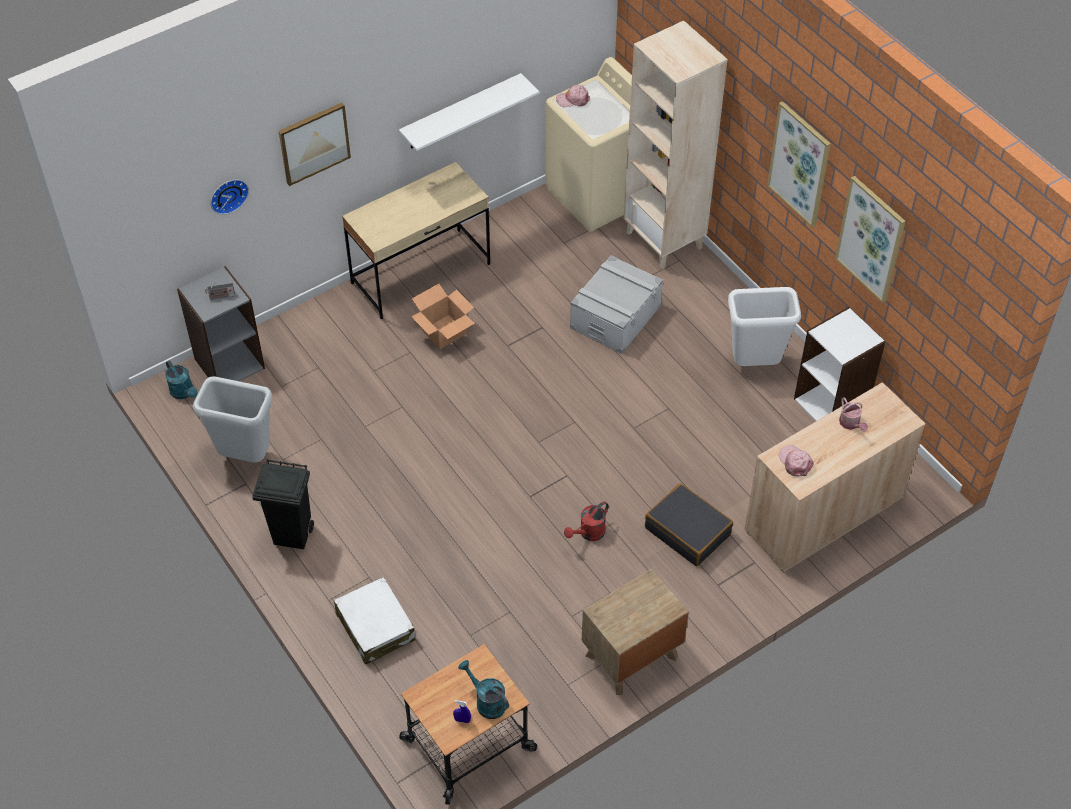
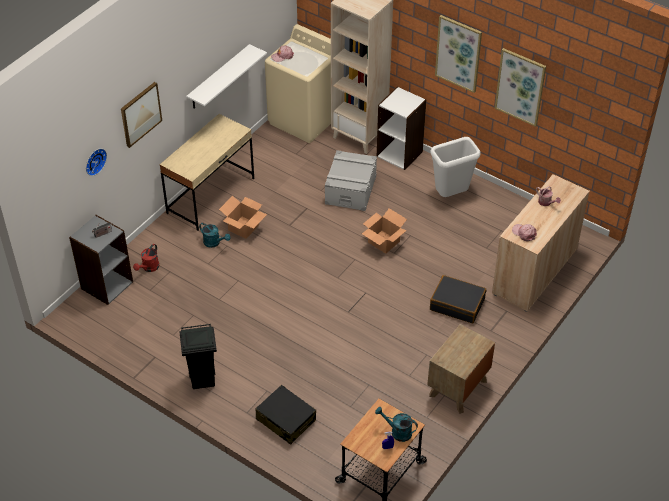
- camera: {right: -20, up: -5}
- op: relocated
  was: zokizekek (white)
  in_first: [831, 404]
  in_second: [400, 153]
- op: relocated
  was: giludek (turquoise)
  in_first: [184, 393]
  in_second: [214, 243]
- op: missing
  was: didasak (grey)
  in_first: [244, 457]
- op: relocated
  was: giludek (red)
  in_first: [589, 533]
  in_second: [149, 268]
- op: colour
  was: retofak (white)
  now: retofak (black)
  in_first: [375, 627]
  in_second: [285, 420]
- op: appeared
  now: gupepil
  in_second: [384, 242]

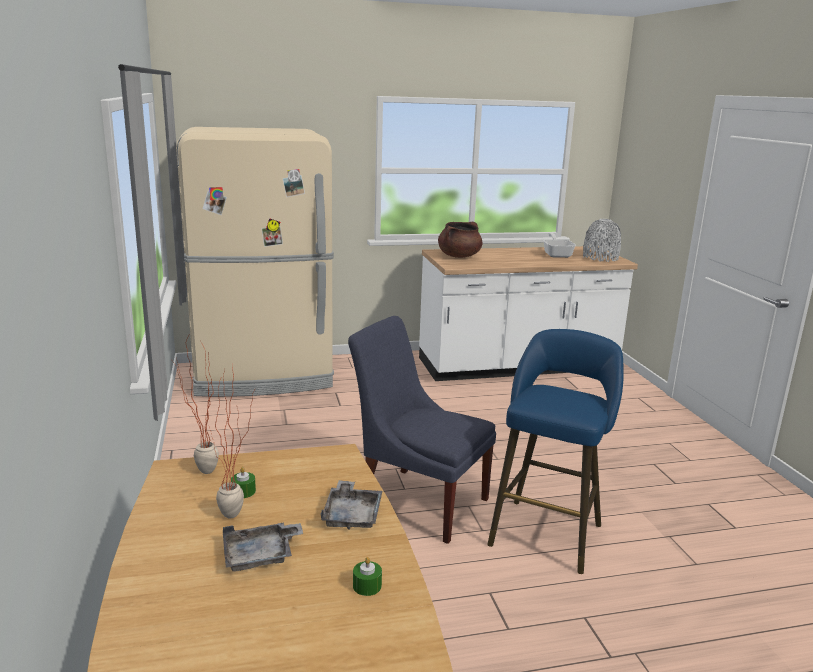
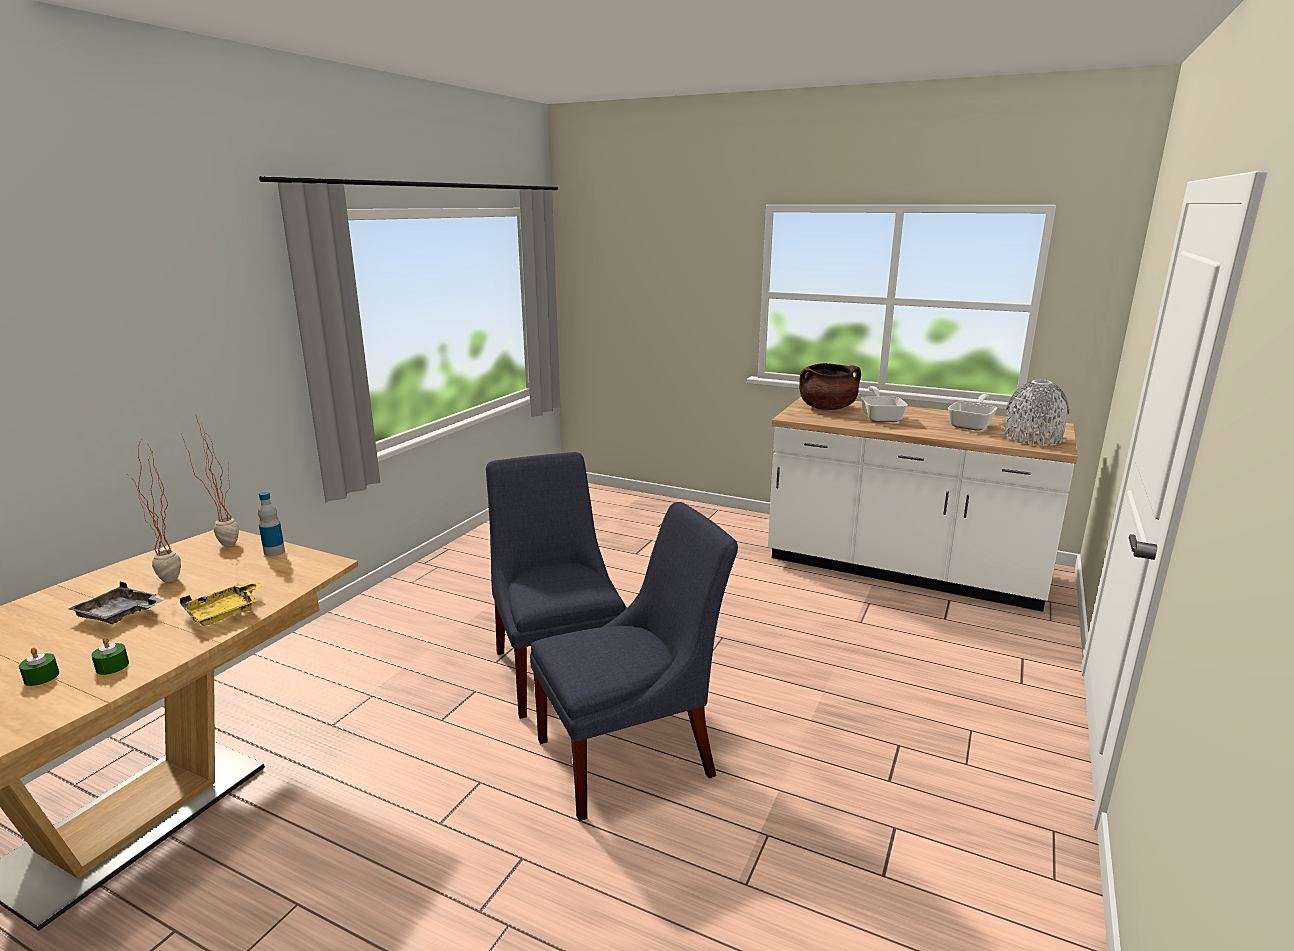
- camera: {right: 40, up: 0}
- op: missing
  was: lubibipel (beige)
  in_first: [264, 376]
- op: exchanged
  was: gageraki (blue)
  now: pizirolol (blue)
  in_first: [547, 531]
  in_second: [633, 755]
- op: relocated
  was: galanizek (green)
  in_first: [243, 491]
  in_second: [41, 677]
- op: colour
  was: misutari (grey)
  now: misutari (yellow)
  in_first: [352, 515]
  in_second: [225, 613]
- op: appeared
  now: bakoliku
  in_second: [881, 417]
- op: appeared
  now: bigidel
  in_second: [274, 552]

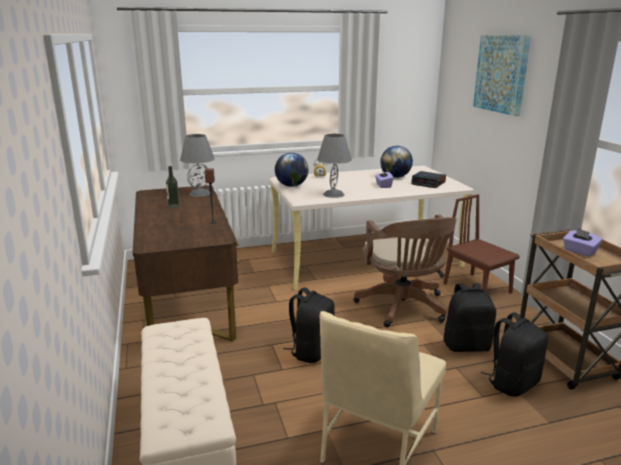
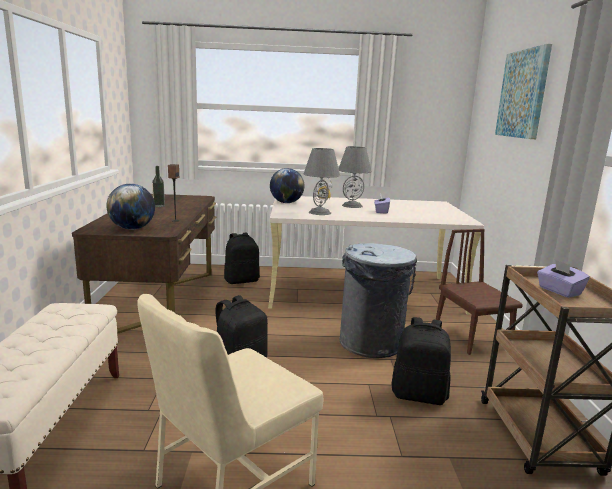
- camera: {right: 15, up: -5}
- op: relocated
  was: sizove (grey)
  in_first: [200, 193]
  in_second: [352, 205]
- op: relocated
  was: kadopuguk
  in_first: [395, 177]
  in_second: [132, 229]
- op: missing
  was: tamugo
  in_first: [428, 183]
- op: exchanged
  was: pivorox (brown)
  now: didasak (grey)
  in_first: [403, 308]
  in_second: [371, 343]
- op: relocated
  was: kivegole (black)
  in_first: [512, 383]
  in_second: [242, 280]

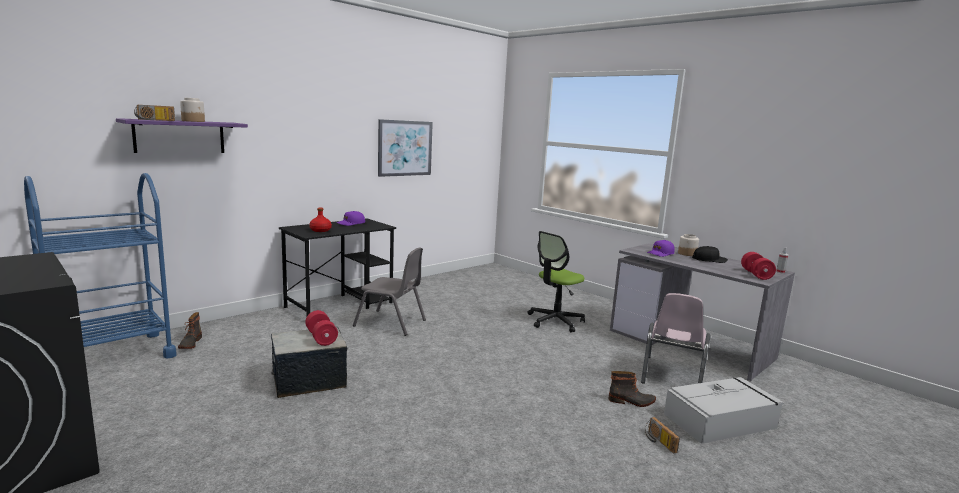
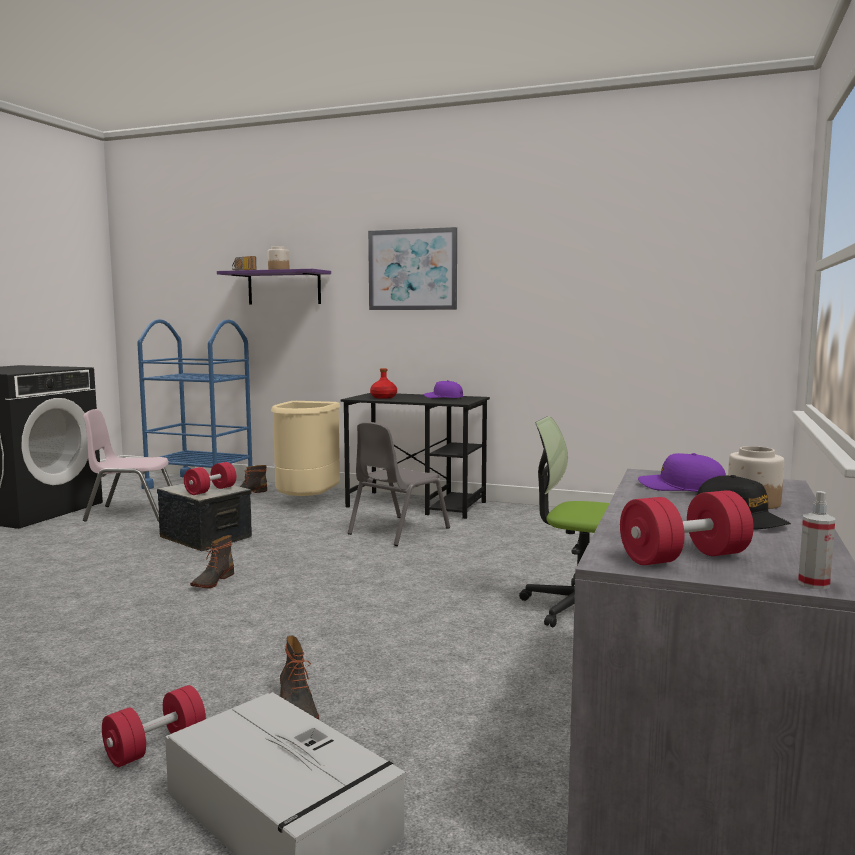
- camera: {right: 65, up: -5}
- op: relocated
  was: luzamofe
  in_first: [405, 148]
  in_second: [412, 269]
- op: spun
  was: pizirolol (grey)
  in_first: [390, 323]
  in_second: [397, 531]
  clockwise: 45
- op: relocated
  was: pizirolol (pink)
  in_first: [671, 375]
  in_second: [132, 513]
- op: exchanged
  was: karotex
  now: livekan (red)
  in_first: [658, 442]
  in_second: [155, 747]
- op: appeared
  now: didasak (beige)
  in_second: [307, 502]
- op: appeared
  now: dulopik
  in_second: [212, 581]

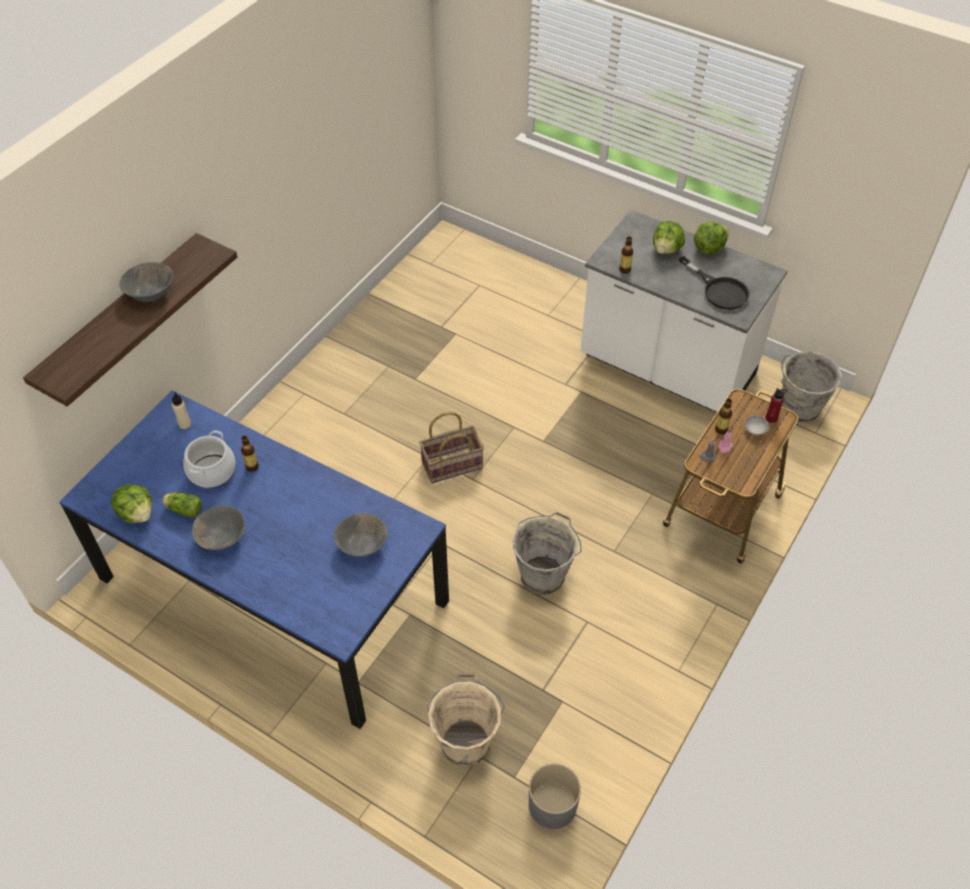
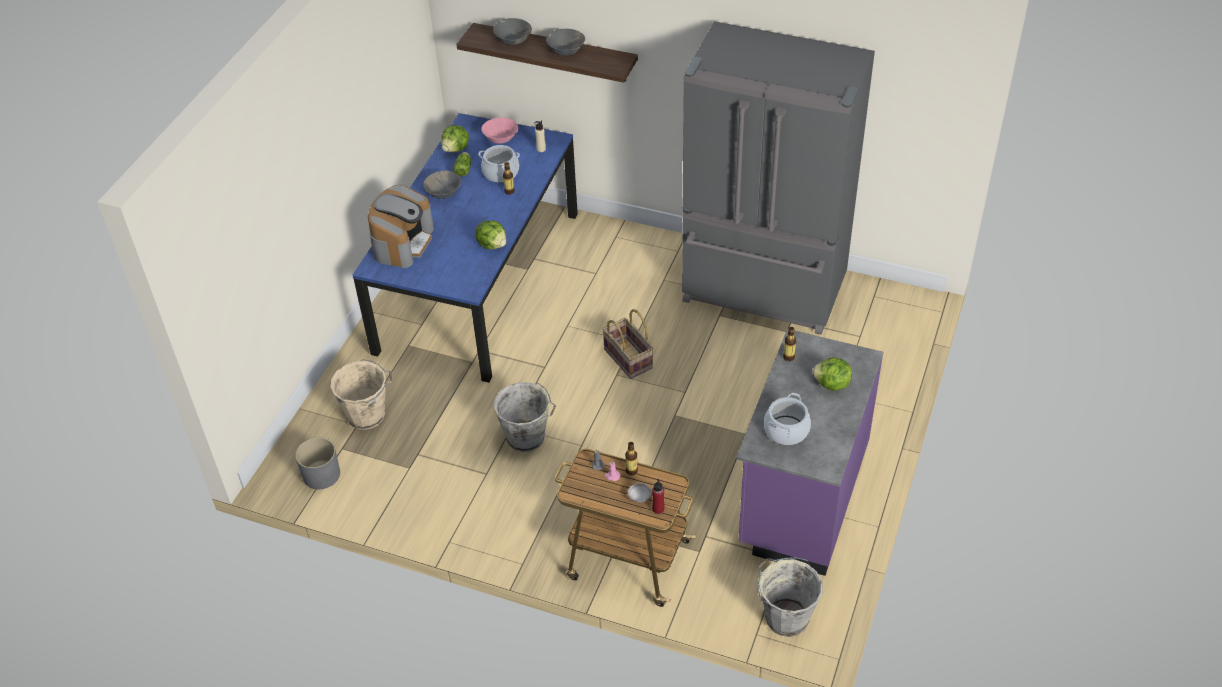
- camera: {right: 80, up: -5}
- op: colour
  was: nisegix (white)
  now: nisegix (purple)
  in_first: [666, 369]
  in_second: [801, 497]
- op: relocated
  was: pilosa
  in_first: [708, 248]
  in_second: [492, 244]
- op: exchanged
  was: bakoliku (black)
  now: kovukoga
  in_first: [719, 290]
  in_second: [786, 430]
- op: relocated
  was: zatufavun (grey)
  in_first: [362, 545]
  in_second: [512, 40]
- op: appeared
  now: lubibipel (grey)
  in_second: [763, 290]
- op: appeared
  now: zatufavun (pink)
  in_second: [500, 138]
- op: appeared
  now: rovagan
  in_second: [403, 242]

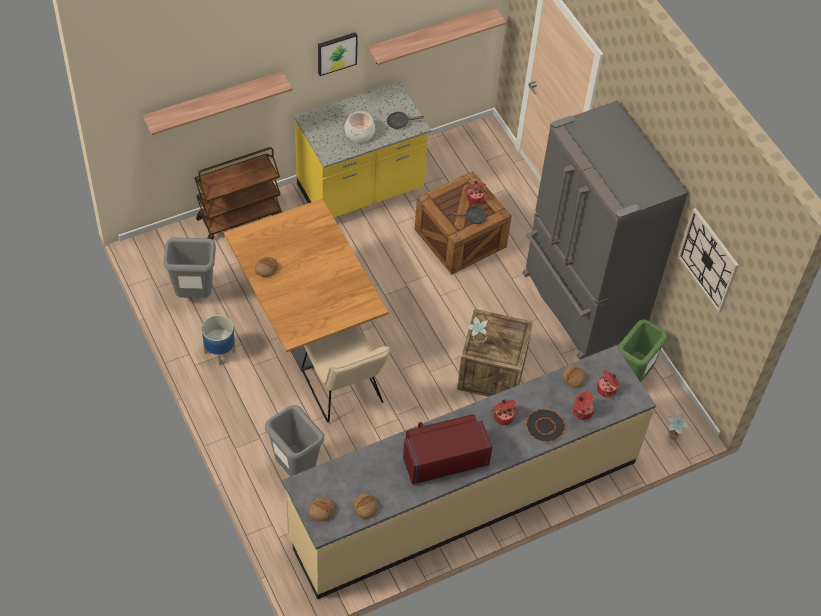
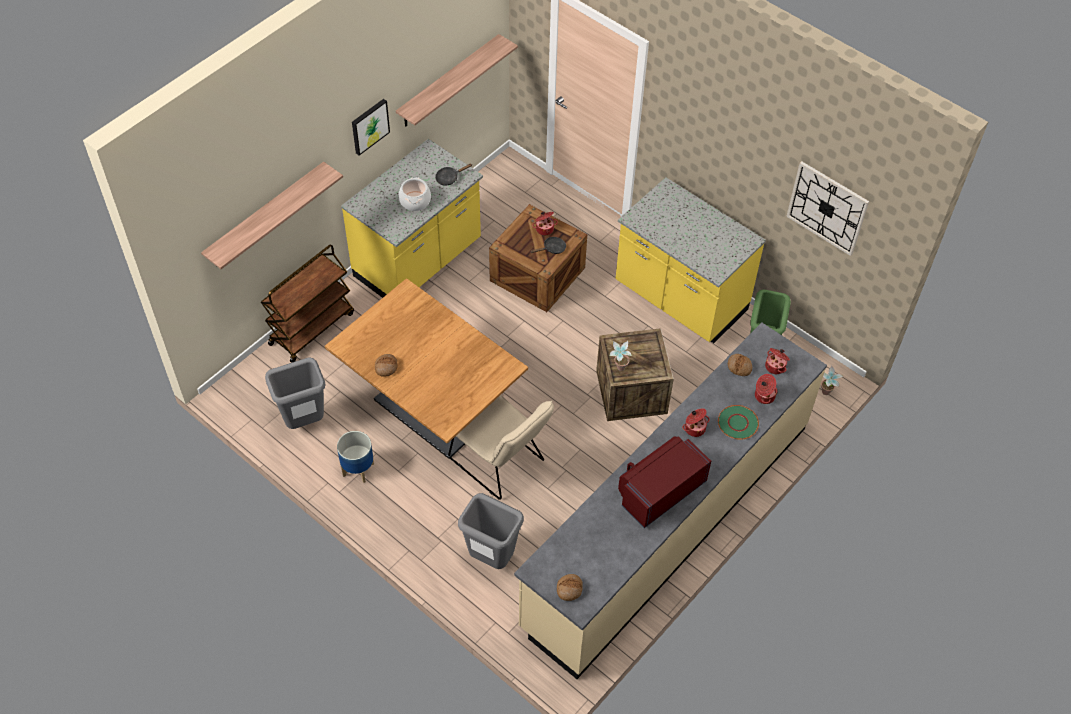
- camera: {right: -20, up: 0}
- op: exchanged
  was: lubibipel (grey)
  now: nisegix (yellow)
  in_first: [580, 305]
  in_second: [680, 299]
- op: colour
  was: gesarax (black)
  now: gesarax (green)
  in_first: [545, 426]
  in_second: [737, 423]
- op: missing
  was: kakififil
  in_first: [365, 507]

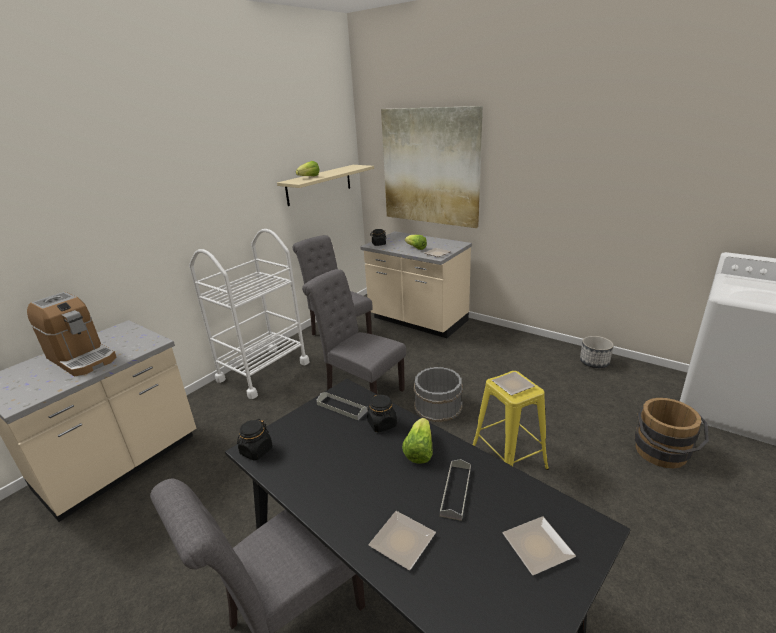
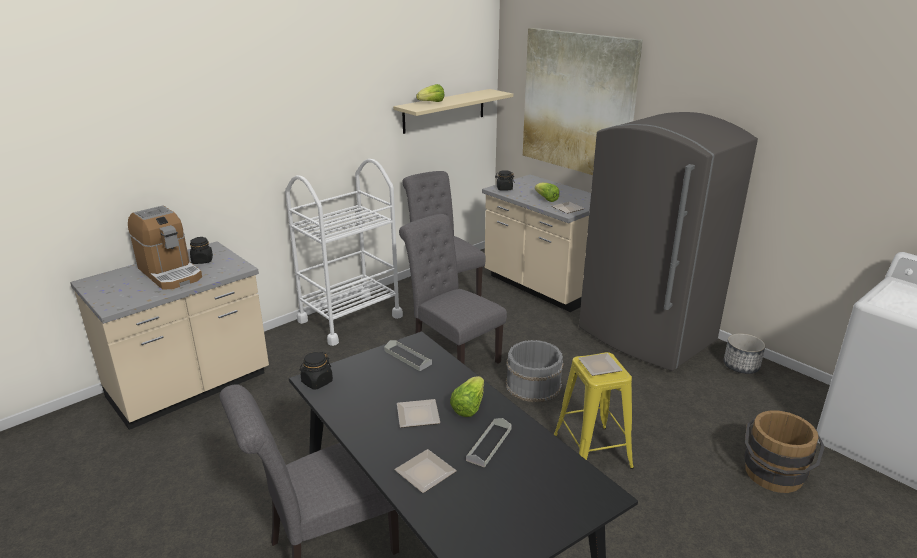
- camera: {right: 10, up: 0}
- op: relocated
  was: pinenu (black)
  in_first: [382, 424]
  in_second: [202, 261]
- op: relocated
  was: gesarax
  in_first: [535, 546]
  in_second: [416, 415]
- op: appeared
  now: lubibipel (grey)
  in_second: [646, 336]

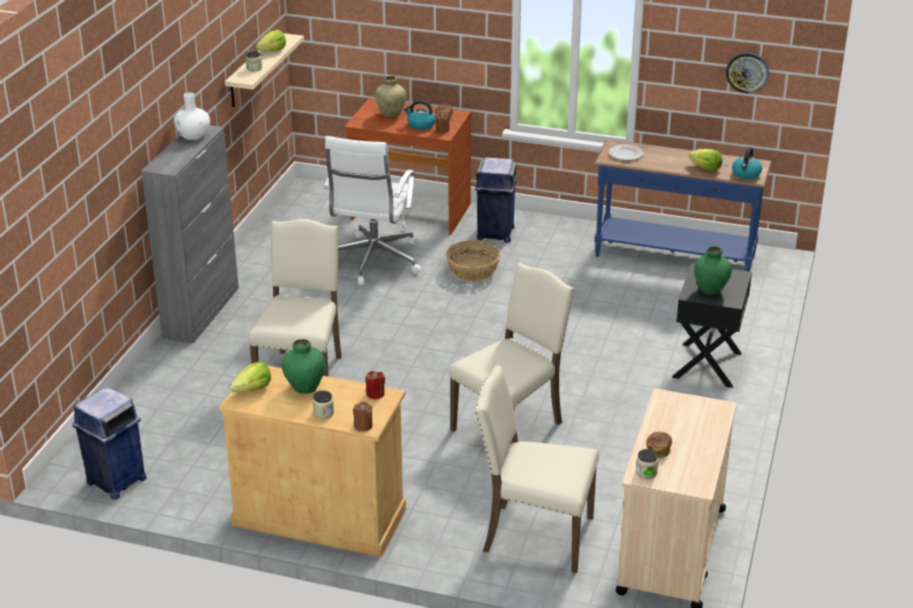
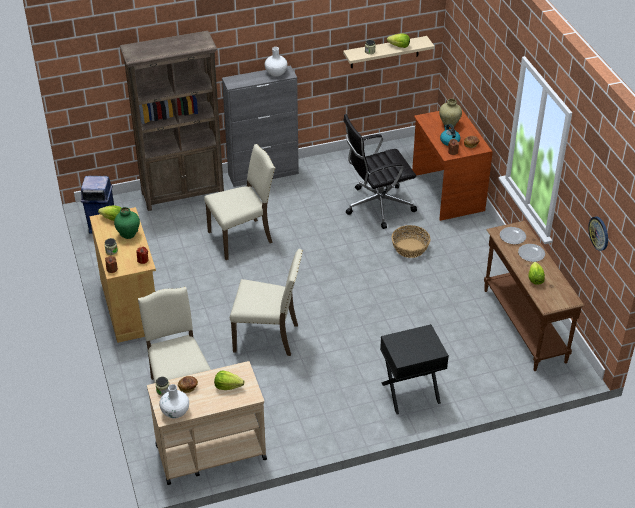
- camera: {right: 55, up: 10}
- op: colour
  was: pivorox (white)
  now: pivorox (black)
  in_first: [373, 261]
  in_second: [377, 206]
- op: colour
  was: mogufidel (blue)
  now: mogufidel (brown)
  in_first: [674, 257]
  in_second: [523, 326]
- op: missing
  was: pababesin
  in_first: [746, 174]
- op: missing
  was: didasak (blue)
  in_first: [495, 233]
- op: missing
  was: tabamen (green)
  in_first: [710, 290]
- op: appeared
  now: zokizekek (brown)
  in_second: [183, 194]
- op: appeared
  now: gesarax
  in_second: [531, 253]
- op: appeared
  now: pilosa
  in_second: [228, 386]
- op: appeared
  now: tabamen (white)
  in_second: [175, 412]

